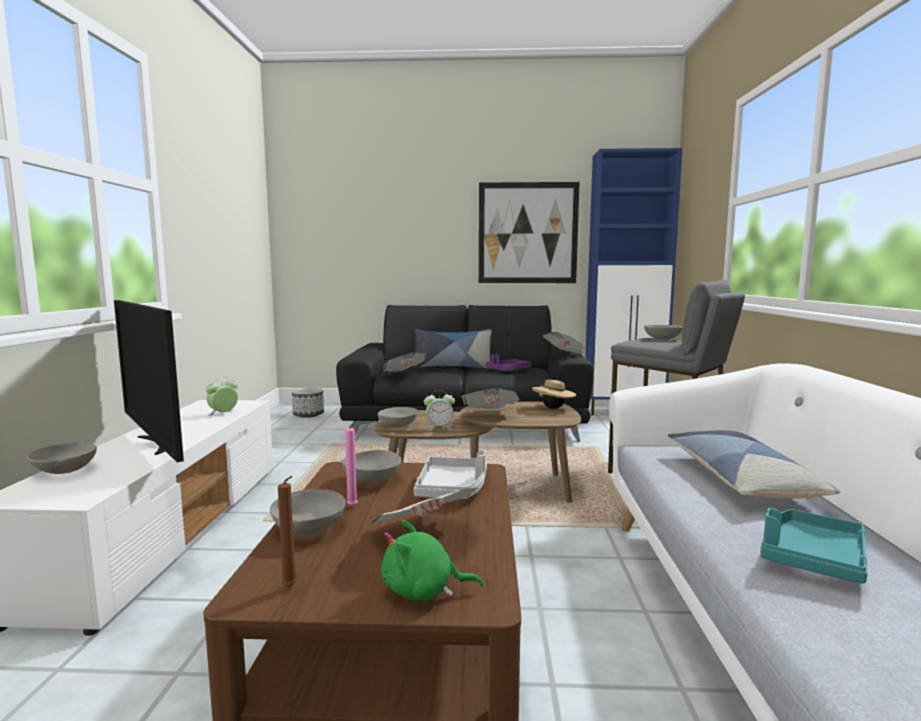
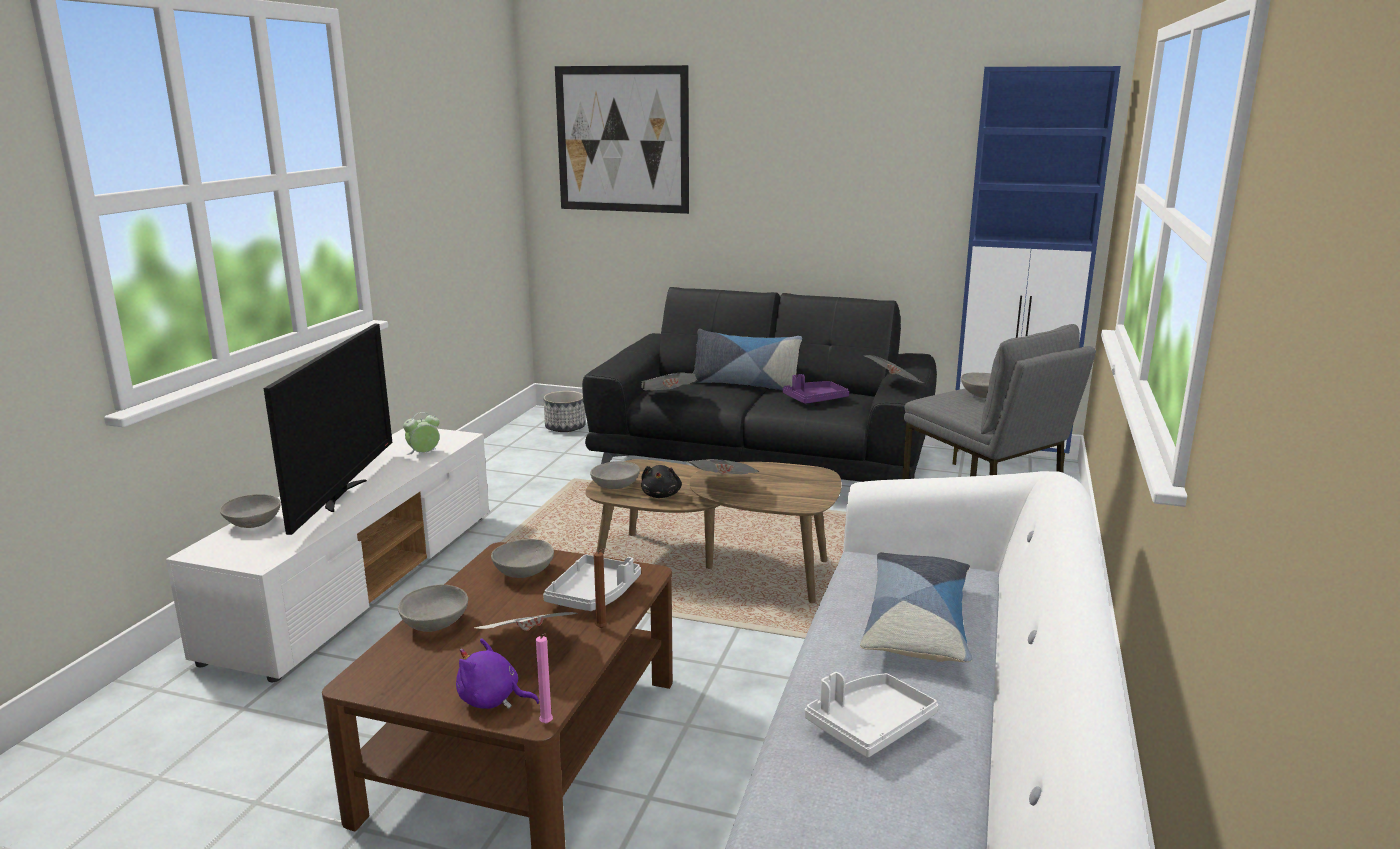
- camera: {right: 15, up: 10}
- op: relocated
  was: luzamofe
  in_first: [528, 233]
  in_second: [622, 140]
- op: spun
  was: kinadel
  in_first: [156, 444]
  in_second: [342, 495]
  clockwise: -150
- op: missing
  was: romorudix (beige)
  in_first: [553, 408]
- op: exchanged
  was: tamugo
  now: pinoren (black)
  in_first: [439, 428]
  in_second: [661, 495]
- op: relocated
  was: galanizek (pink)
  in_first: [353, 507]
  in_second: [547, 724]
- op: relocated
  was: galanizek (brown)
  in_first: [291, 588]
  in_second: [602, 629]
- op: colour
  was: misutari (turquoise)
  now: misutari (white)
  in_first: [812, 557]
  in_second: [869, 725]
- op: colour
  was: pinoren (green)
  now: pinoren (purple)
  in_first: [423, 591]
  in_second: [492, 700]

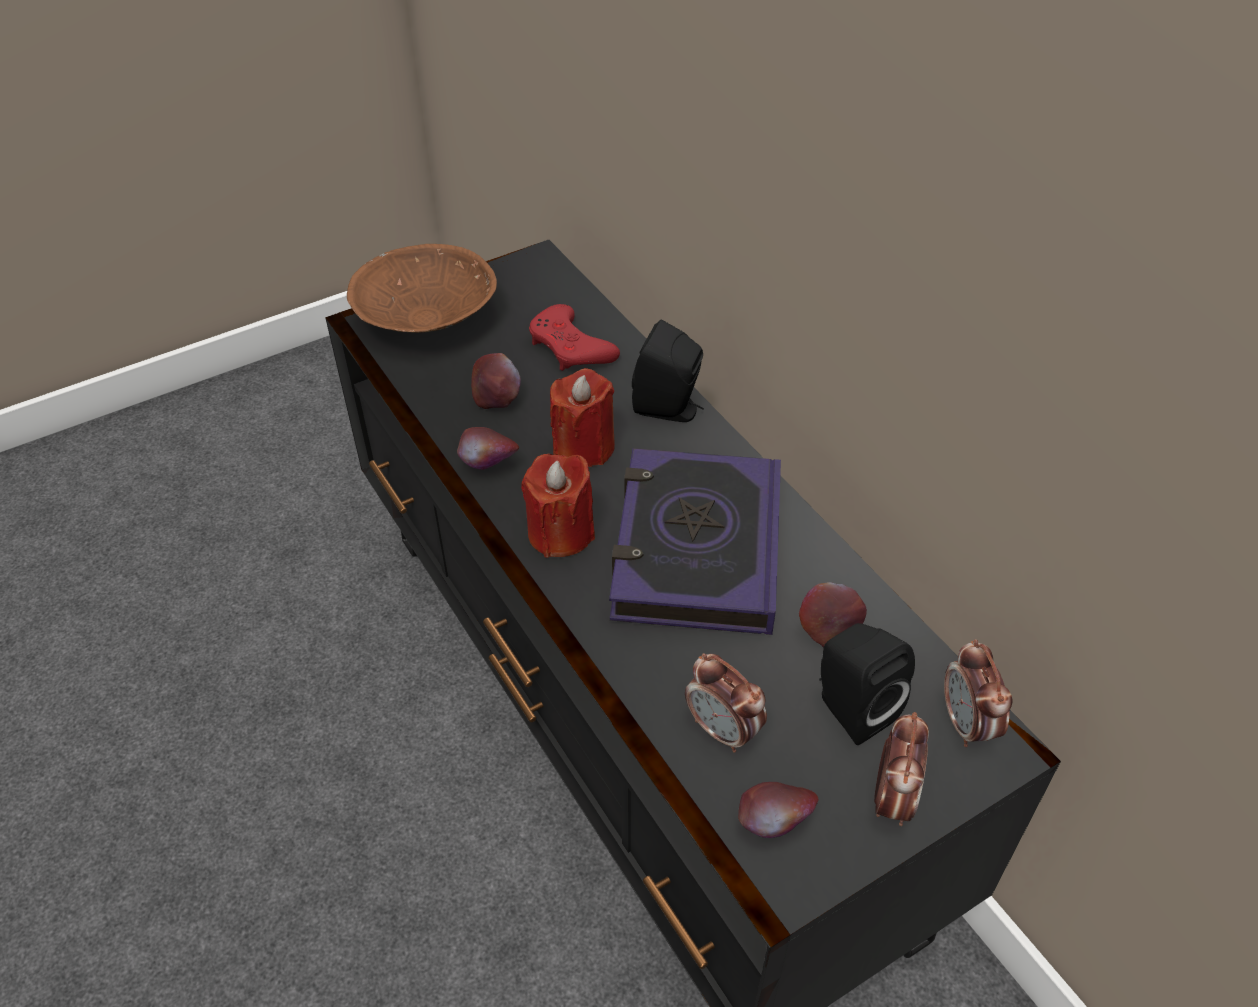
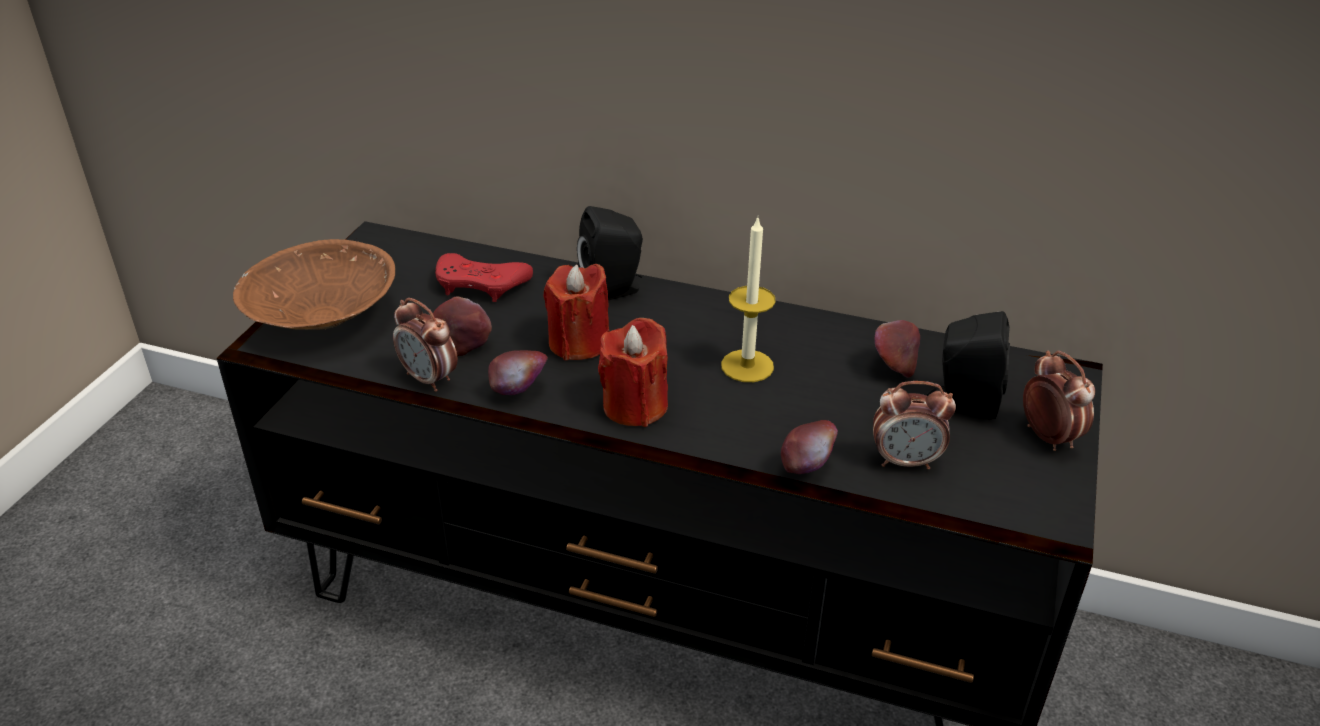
- camera: {right: -40, up: -10}
- op: exchanged
  was: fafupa
  now: galanizek
  in_first: [696, 550]
  in_second: [747, 366]
- op: relocated
  was: tamugo
  in_first: [966, 724]
  in_second: [429, 379]
- op: relocated
  was: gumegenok
  in_first: [773, 823]
  in_second: [806, 467]

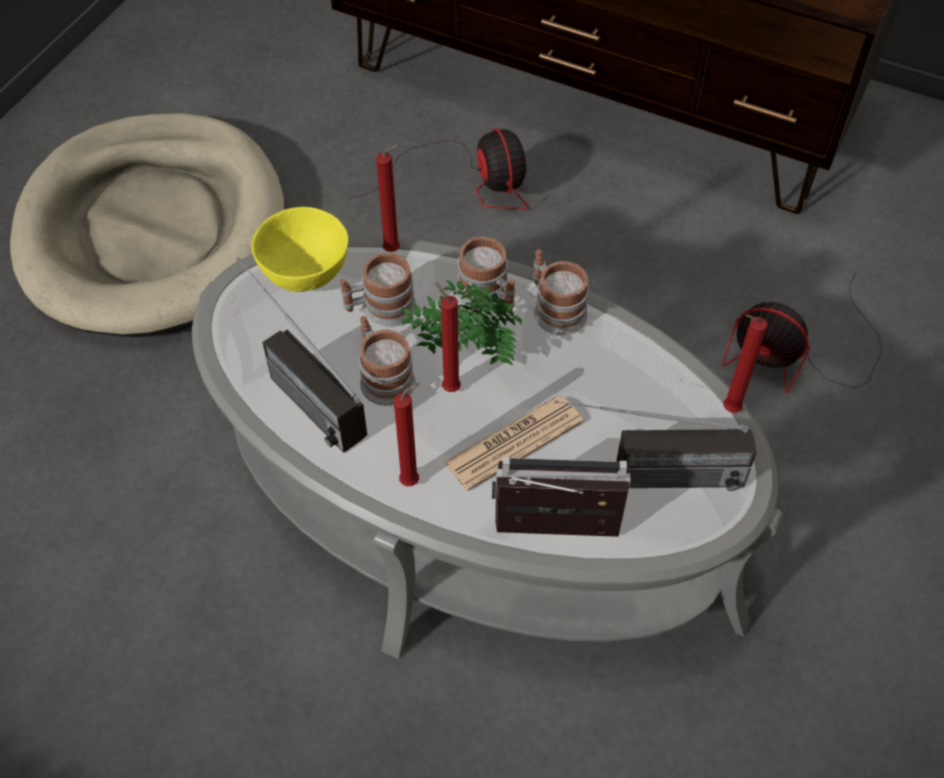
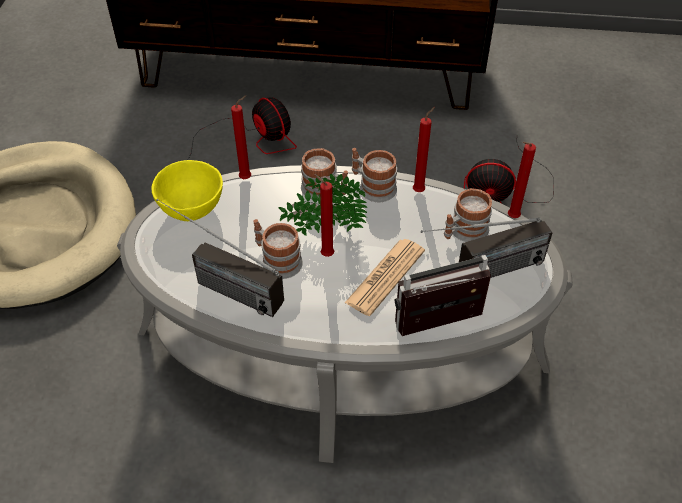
- camera: {right: -20, up: -5}
- op: relocated
  was: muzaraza
  in_first: [380, 309]
  in_second: [464, 232]
- op: relocated
  was: galanizek (red)
  in_first: [412, 481]
  in_second: [420, 190]

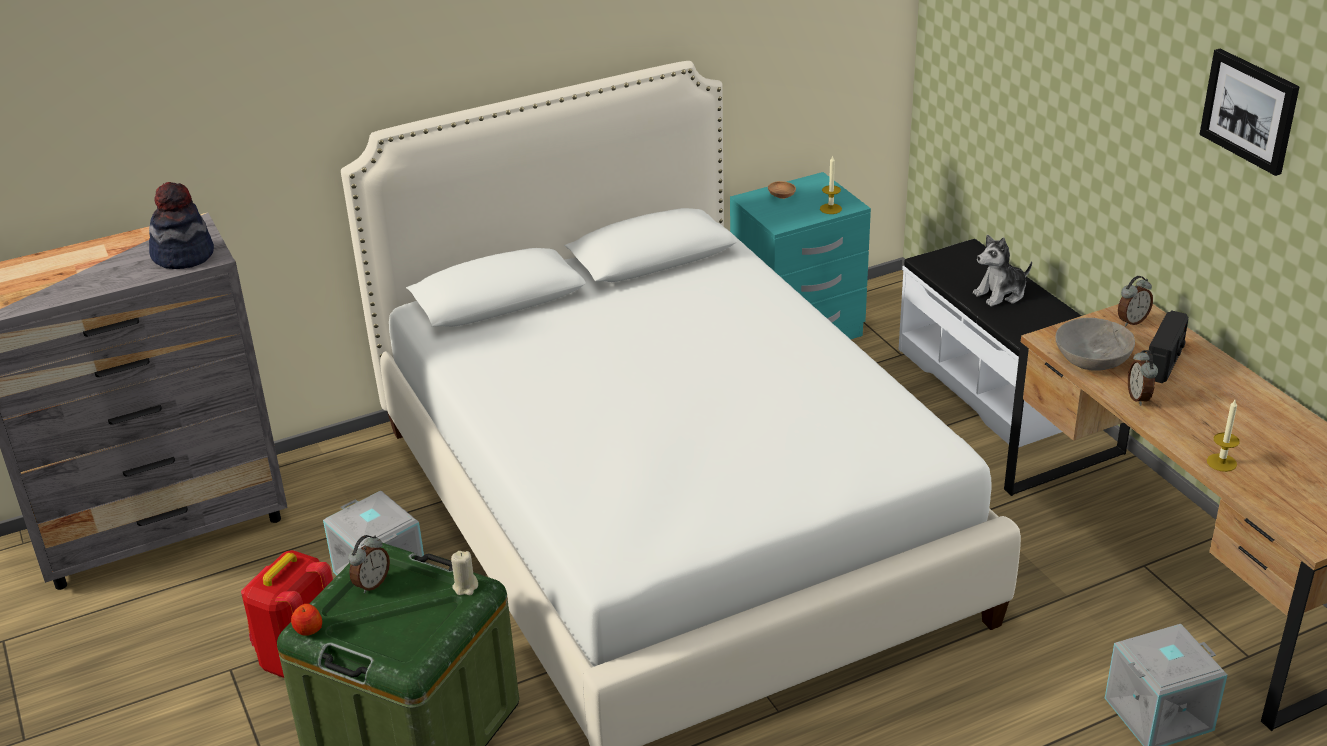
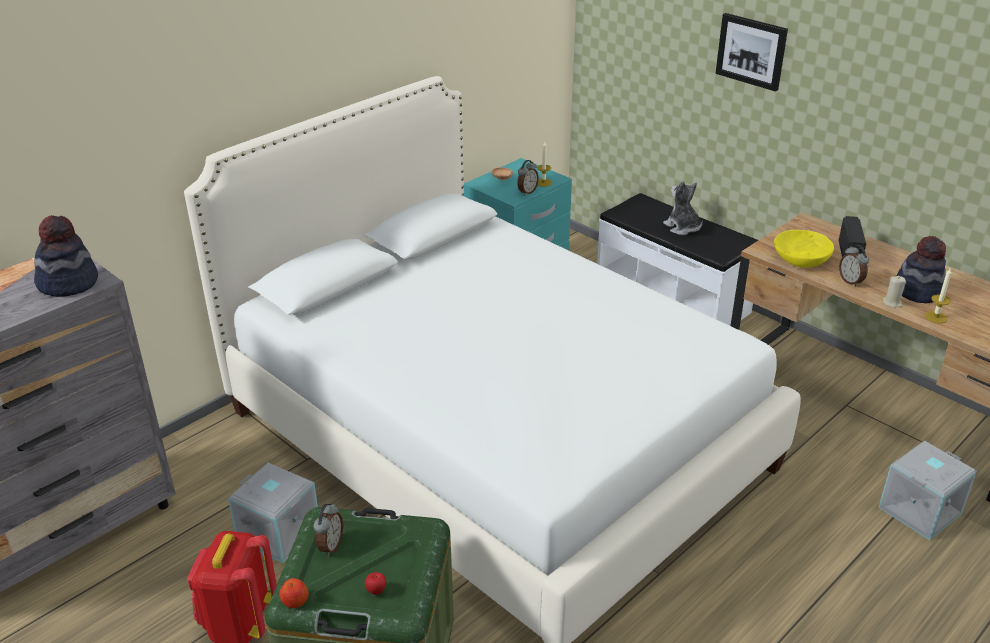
- camera: {right: -20, up: 0}
- op: relocated
  was: luzamofe
  in_first: [1250, 110]
  in_second: [751, 51]
- op: spun
  was: pinoren
  in_first: [1001, 294]
  in_second: [682, 228]
  clockwise: 105
- op: relocated
  was: tamugo
  in_first: [1131, 321]
  in_second: [527, 192]
- op: colour
  was: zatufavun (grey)
  now: zatufavun (yellow)
  in_first: [1092, 359]
  in_second: [800, 259]
- op: relocated
  was: galanizek (beige)
  in_first: [465, 587]
  in_second: [892, 303]
- op: appeared
  now: romorudix
  in_second: [917, 291]
- op: appeared
  now: gumegenok
  in_second: [376, 591]

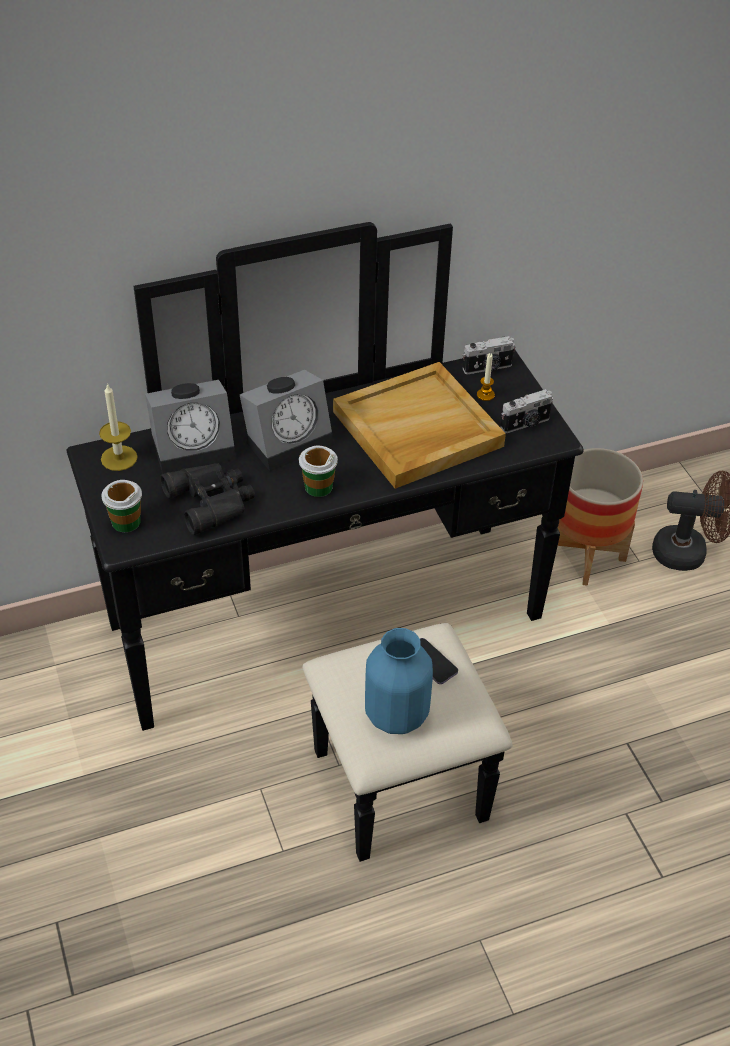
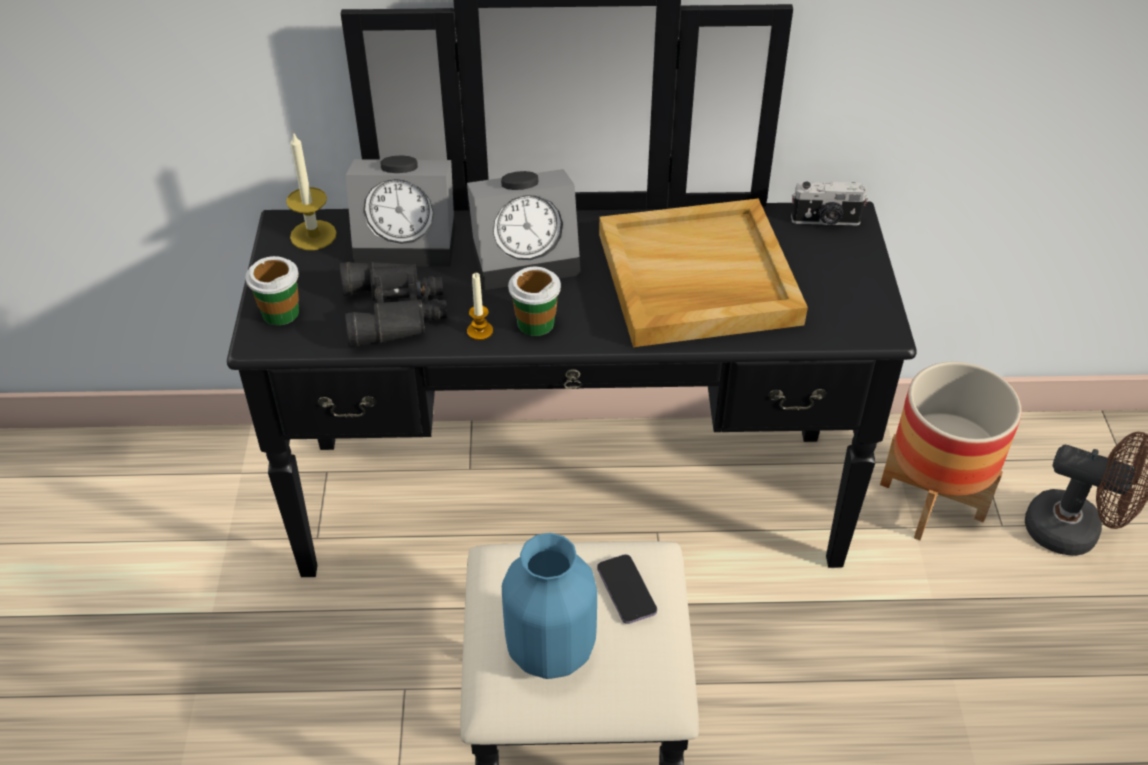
- camera: {right: 20, up: 0}
- op: relocated
  was: galanizek
  in_first: [485, 395]
  in_second: [480, 331]
- op: missing
  was: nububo
  in_first: [526, 424]

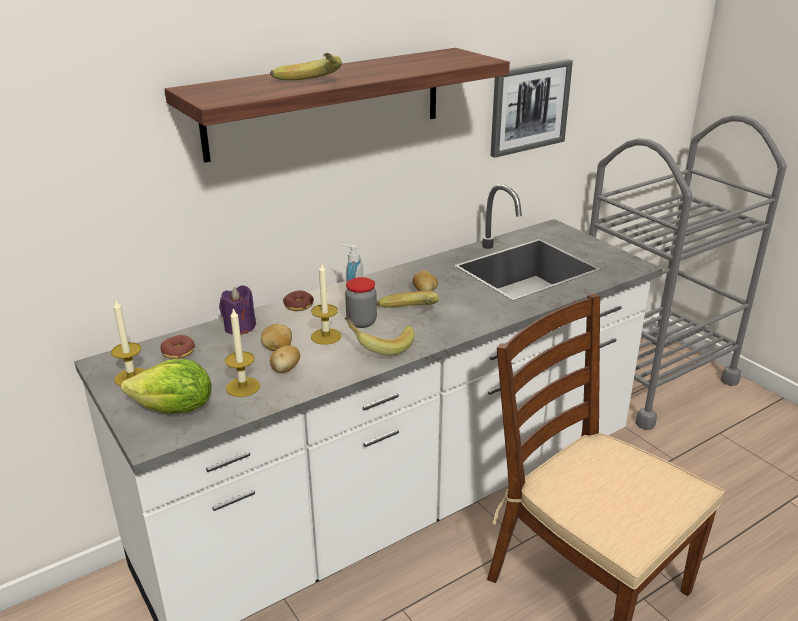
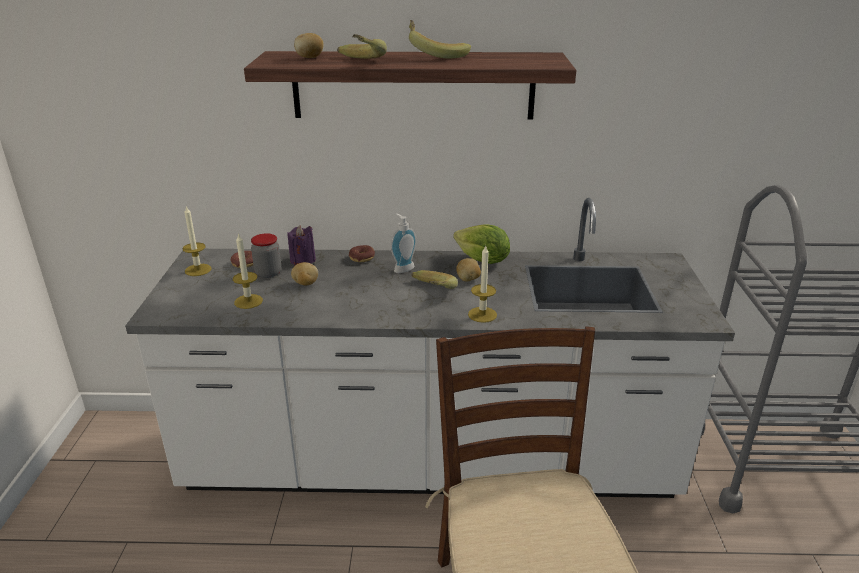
- camera: {right: 35, up: 0}
- op: missing
  was: luzamofe
  in_first: [529, 107]
- op: relocated
  was: galanizek
  in_first: [326, 336]
  in_second: [482, 314]
- op: relocated
  was: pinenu
  in_first: [361, 322]
  in_second: [268, 273]
- op: relocated
  was: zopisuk
  in_first: [380, 346]
  in_second: [436, 55]
- op: relocated
  was: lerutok
  in_first: [285, 370]
  in_second: [309, 57]
- op: relocated
  was: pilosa
  in_first: [175, 410]
  in_second: [482, 261]

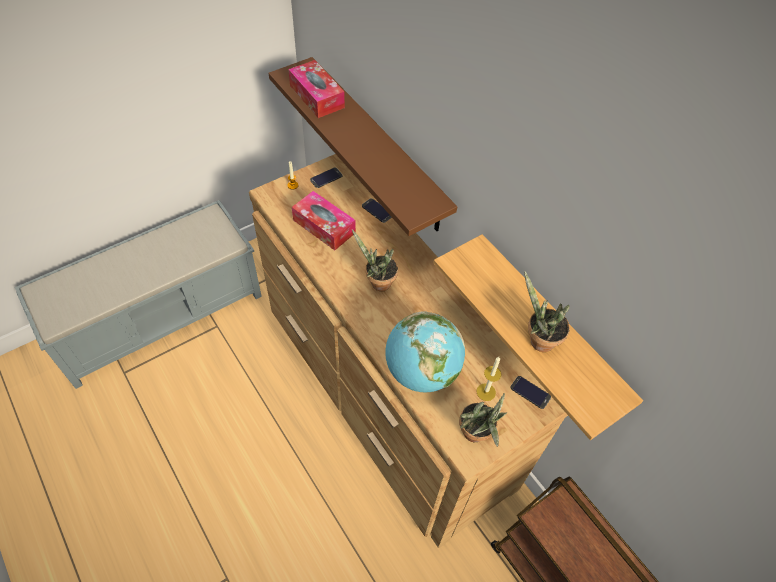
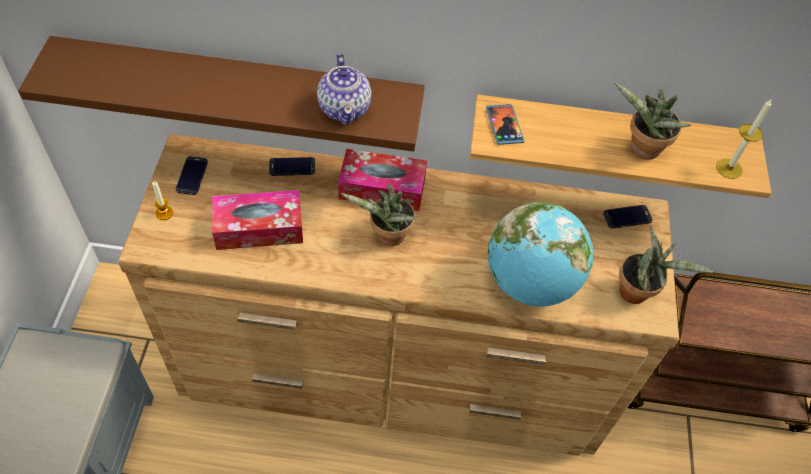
- camera: {right: -50, up: 0}
- op: relocated
  was: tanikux
  in_first: [317, 96]
  in_second: [382, 188]
- op: relocated
  was: galanizek
  in_first: [486, 392]
  in_second: [729, 168]
- op: appeared
  now: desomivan
  in_second: [345, 108]
- op: appeared
  now: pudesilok
  in_second: [504, 126]

